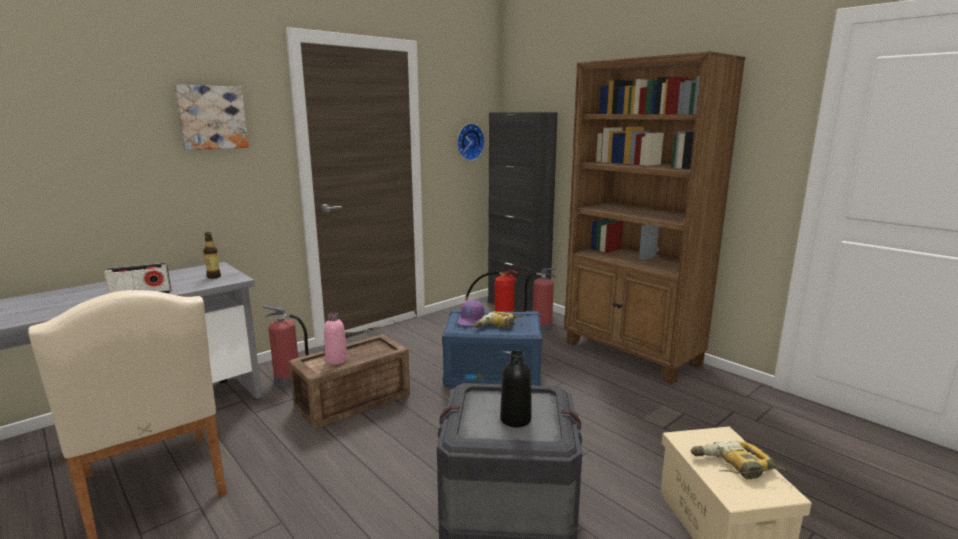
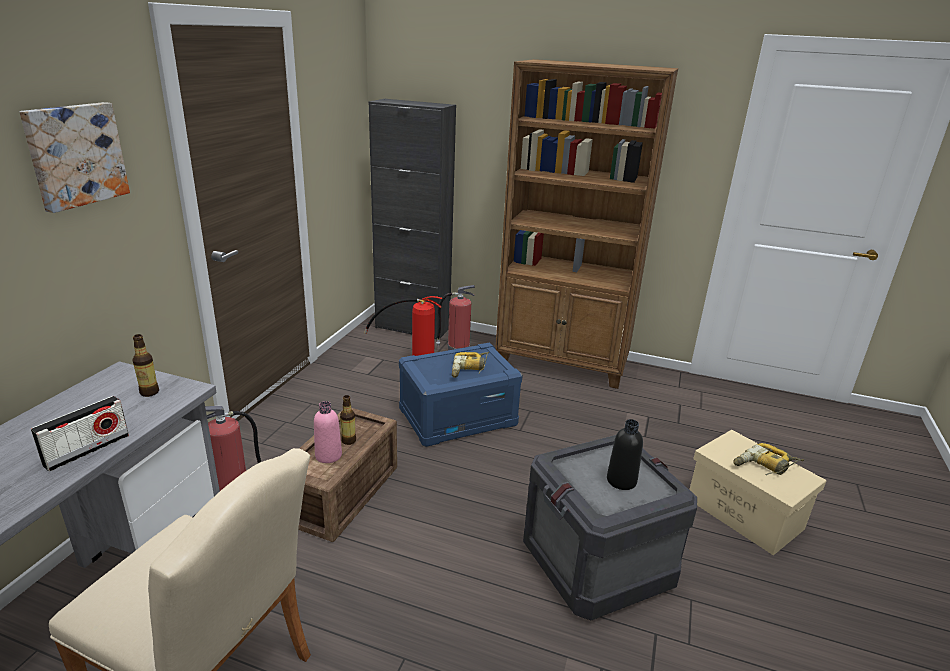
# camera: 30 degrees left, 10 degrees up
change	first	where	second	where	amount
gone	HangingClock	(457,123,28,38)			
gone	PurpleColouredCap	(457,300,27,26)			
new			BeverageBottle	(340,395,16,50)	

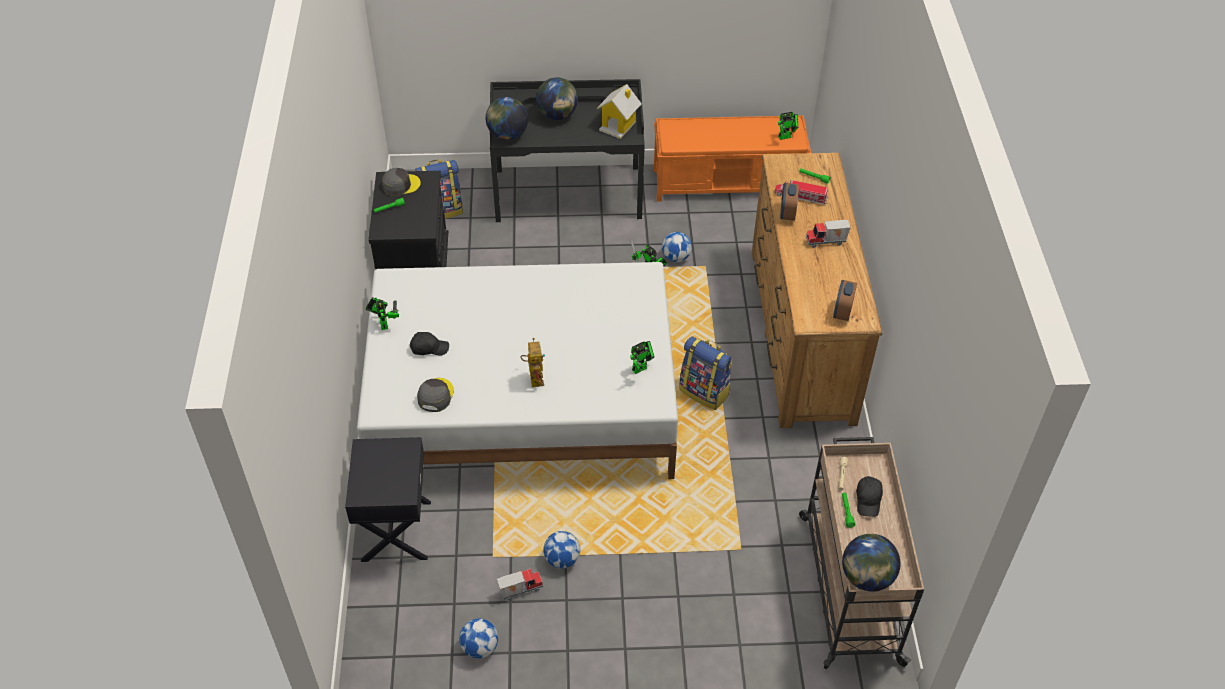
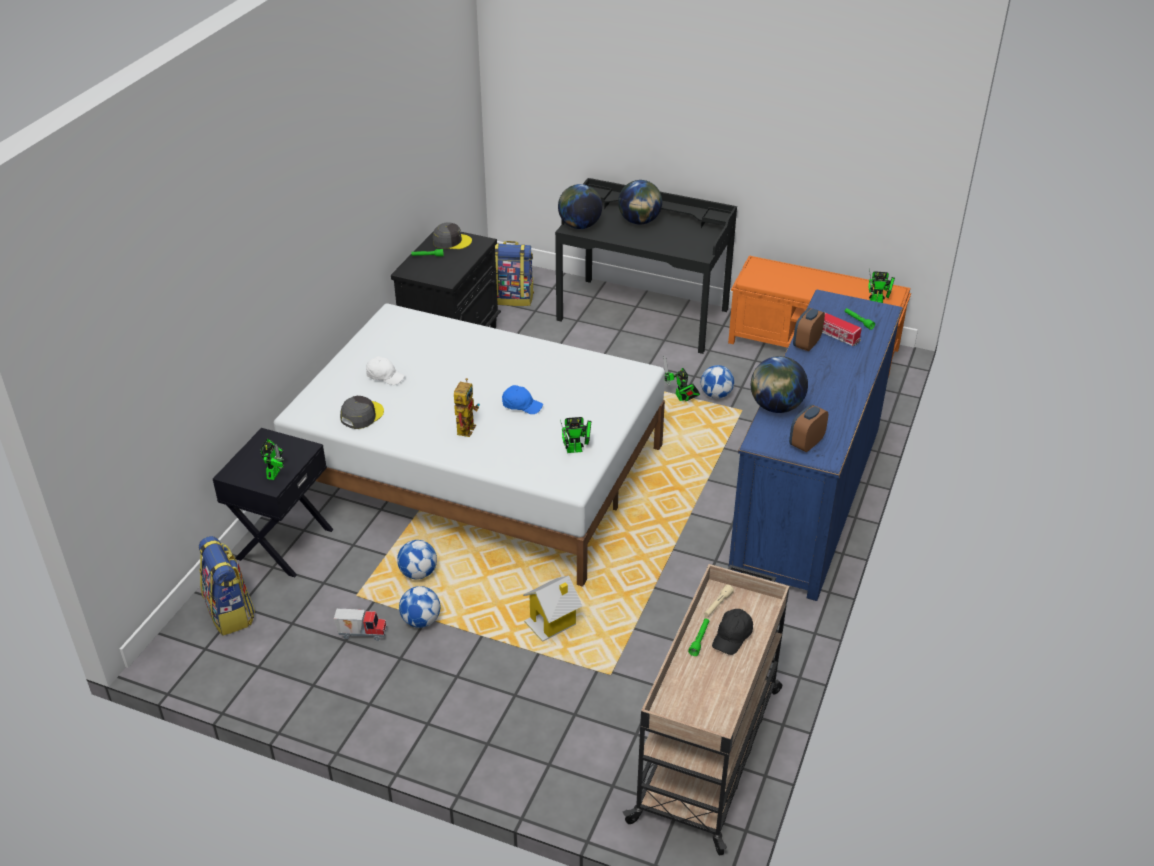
# camera: 25 degrees right, 10 degrees down
change	first	where	second	where	amount
gone	ModelTruck	(806,220,45,28)			
new			BluishCap	(502,385,41,29)	
shifted	ToyRobot	(366,297,33,33)		(260,439,24,41)	
shifted	BallForFootball	(459,619,39,39)		(397,540,40,40)	
shifted	ToyHouse	(596,84,46,55)		(523,576,59,66)	
shifted	Rucksack	(679,336,53,74)		(199,536,56,100)	
shifted	WorldGlobe	(842,534,59,58)		(751,356,57,57)	
repainted	BlackColouredCap	(410,332,39,24)	WhiteColouredCap	(366,356,39,29)	
repainted	BrownDresser	(752,153,130,275)	BluishDresser	(729,289,174,312)	

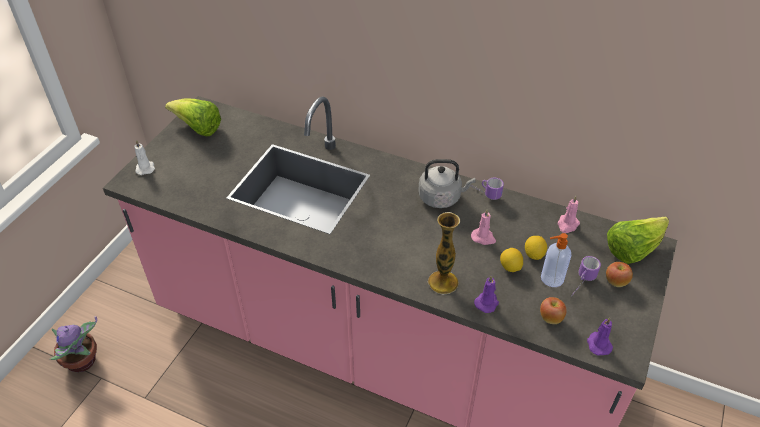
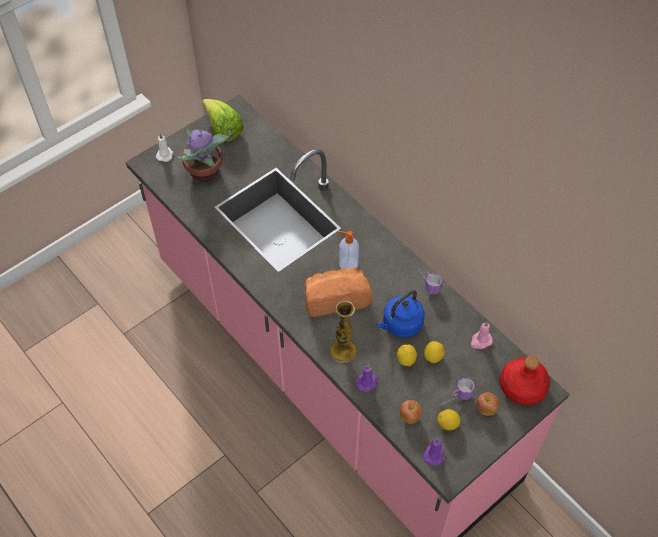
# camera: 25 degrees right, 10 degrees up
change	first	where	second	where	amount
gone	GreyishTeaKettle	(418,159,58,49)			
new			BakedBread	(305,268,68,49)	
new			WholeLemon	(437,409,23,21)	
shifted	PlantInAPot	(50,316,47,57)		(177,129,54,53)	
shifted	SoapBottle	(541,233,30,54)		(338,231,21,38)	
swapped	PinkColouredCandle	(471,209,25,36)	BluishTeaKettle	(377,290,48,48)	
swapped	LettuceHead	(607,217,62,47)	RedBeverageBottle	(500,356,50,49)	

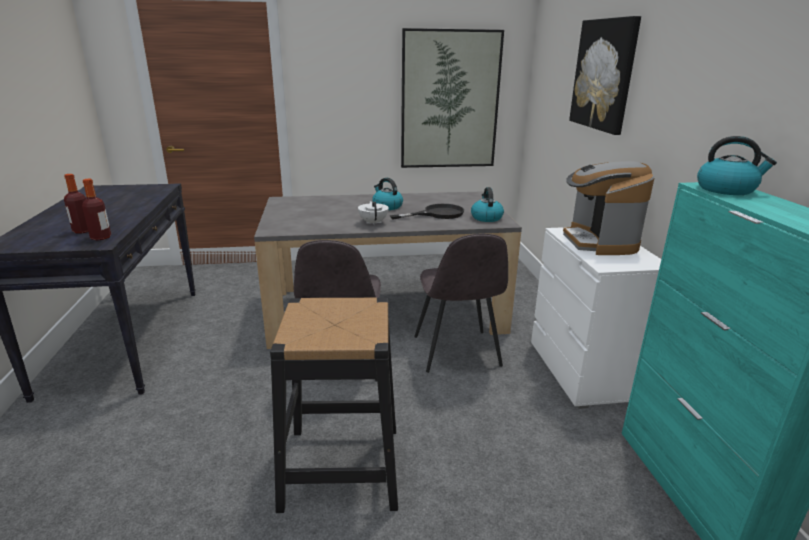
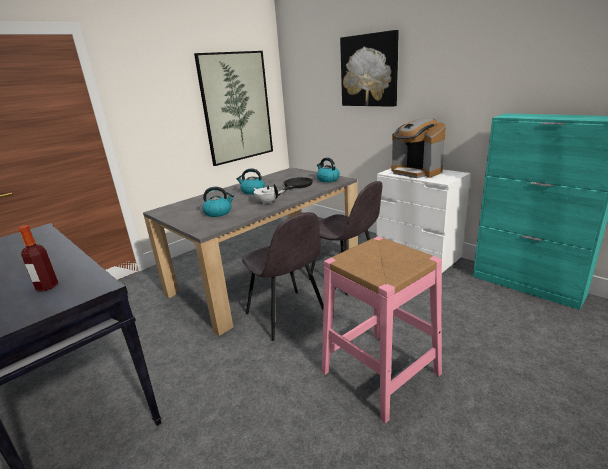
# camera: 35 degrees left, 0 degrees up
change	first	where	second	where	amount
gone	BeverageBottle	(82,179,29,61)			
shifted	TeaKettle	(697,136,80,59)		(202,187,32,30)	
repainted	BlackColouredSittingStool	(270,298,128,215)	PinkColouredSittingStool	(321,236,121,187)	

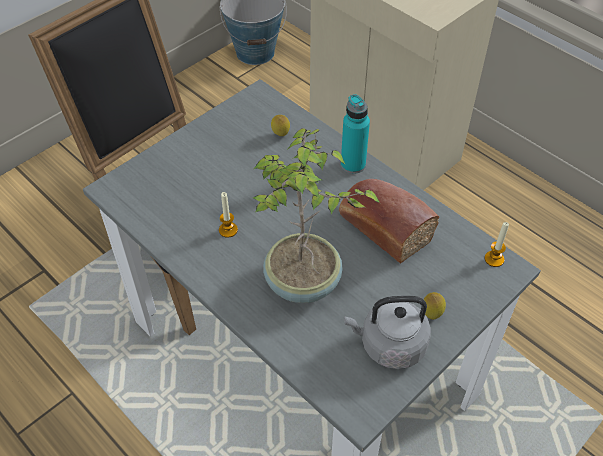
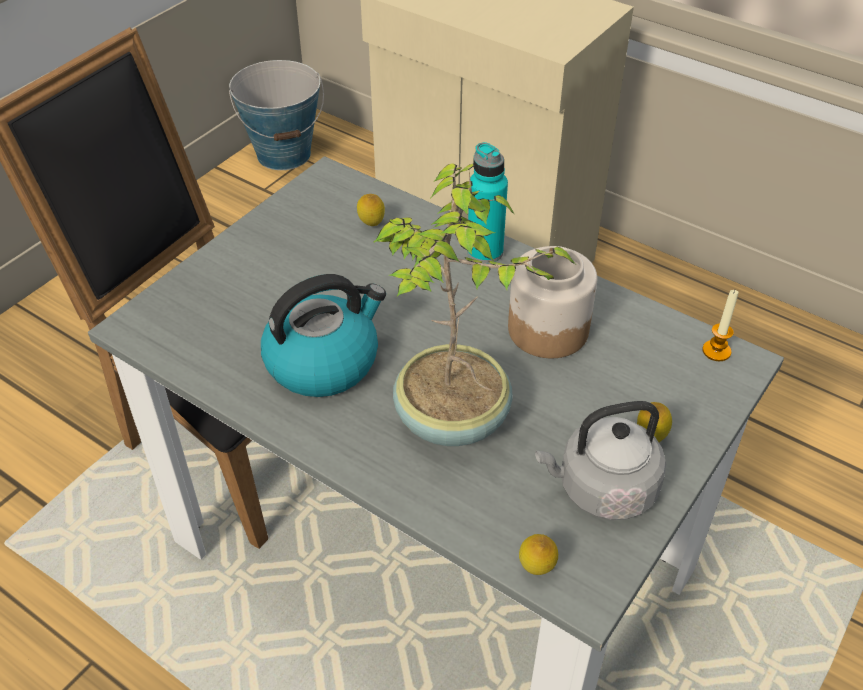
# camera: 10 degrees left, 5 degrees down
change	first	where	second	where	amount
new			WholeLemon	(519,534,39,41)	
swapped	Candle	(219,192,19,46)	TeaKettle	(261,274,125,123)	
swapped	BakedBread	(339,179,100,84)	Jar	(508,246,89,112)	

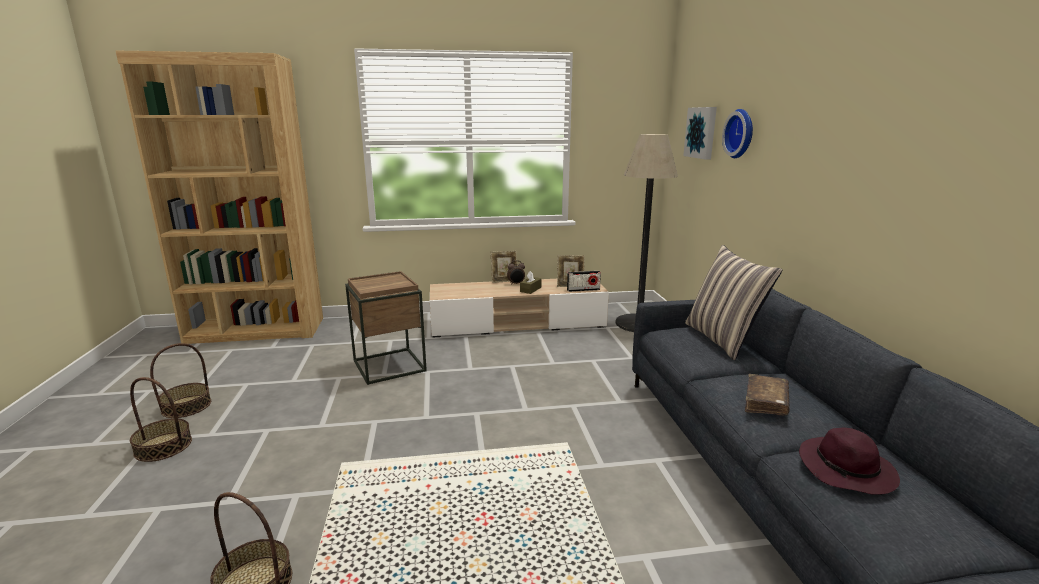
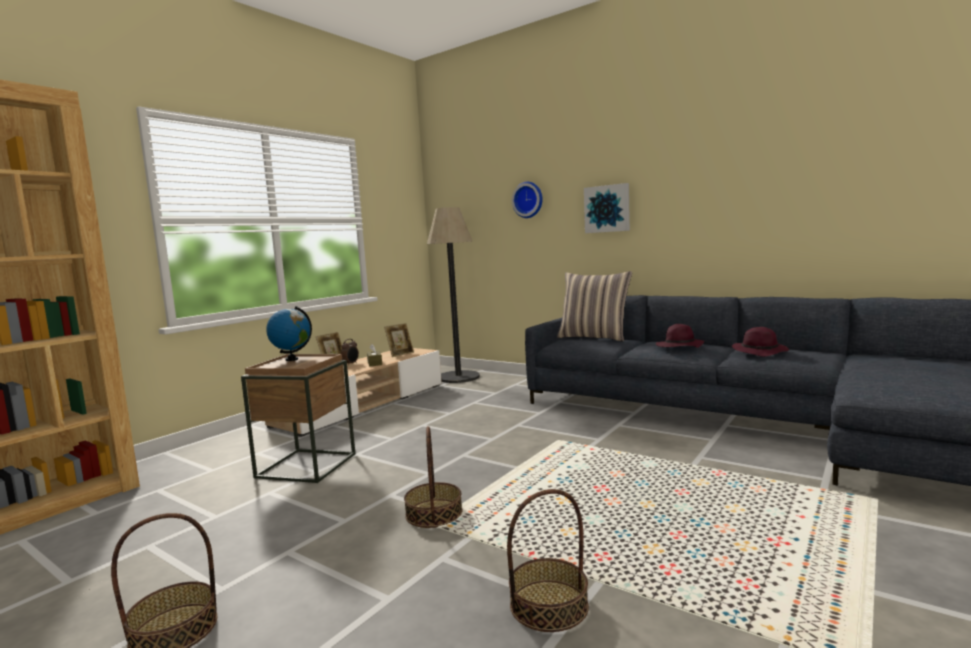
# camera: 45 degrees left, 10 degrees down
change	first	where	second	where	amount
gone	RadioSet	(567,271,34,21)			
new			WorldGlobe	(266,306,46,55)	
shifted	StorageBasket	(150,343,61,75)		(404,426,59,102)	
shifted	WallPicture	(683,107,34,53)		(584,183,46,50)	
swapped	BrownVolume	(745,374,45,41)	PurpleColouredWearableHat	(656,324,48,24)	

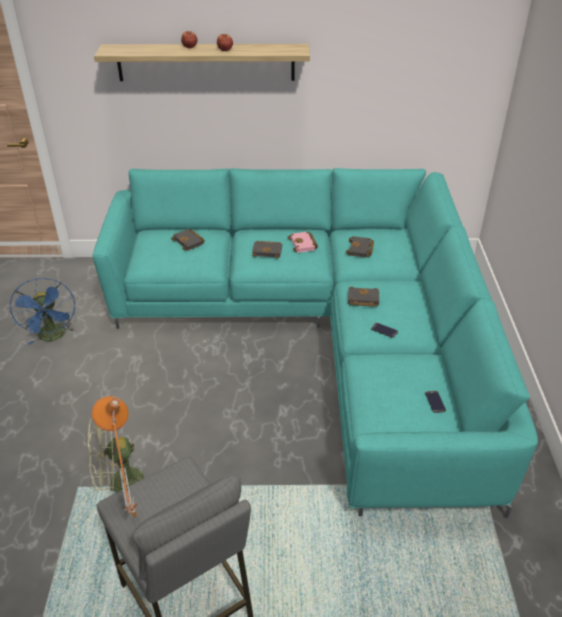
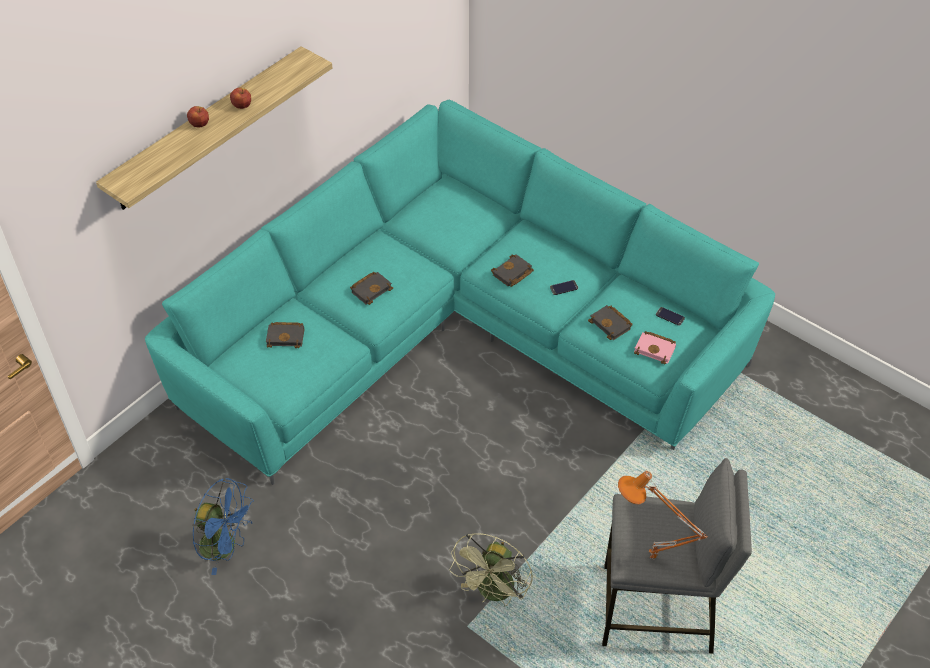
# camera: 50 degrees left, 10 degrees up
change	first	where	second	where	amount
shifted	PinkColouredVolume	(288,232,30,21)		(634,331,42,34)	
shifted	BlackColouredVolume	(346,236,28,22)		(588,305,45,35)	

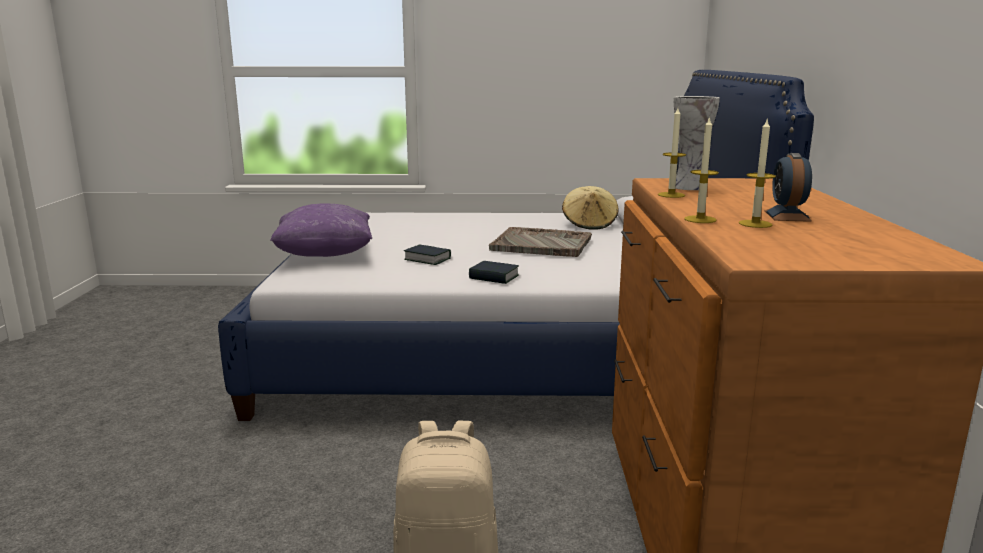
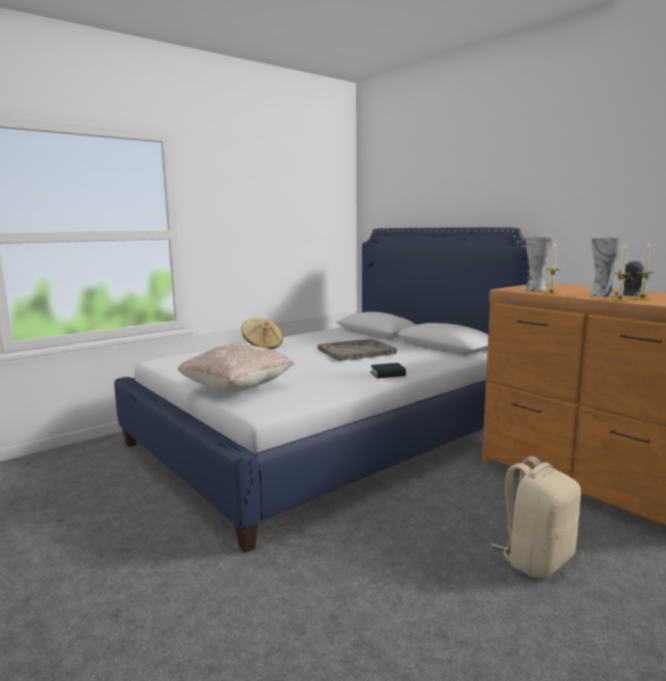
# camera: 40 degrees left, 5 degrees down
change	first	where	second	where	amount
gone	Volume	(404,245,47,20)			
new			DecorativeVase	(590,237,33,60)	
shifted	BeigeColouredWearableHat	(562,186,56,44)		(242,317,41,32)	
repainted	PurpleColouredThrowPillow	(270,203,102,54)	BeigeColouredThrowPillow	(178,343,117,49)	

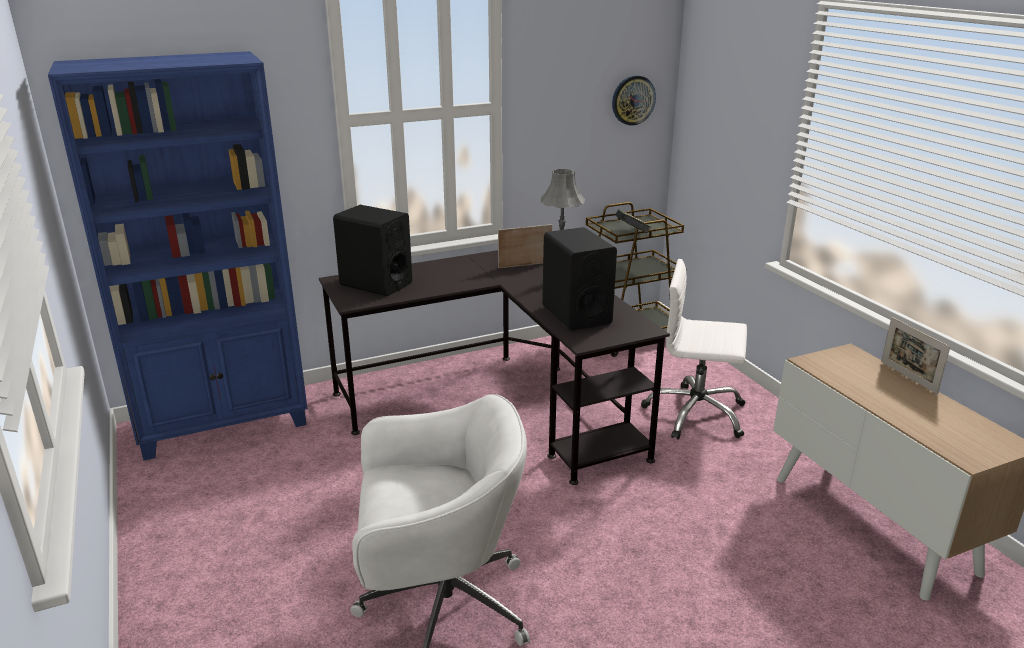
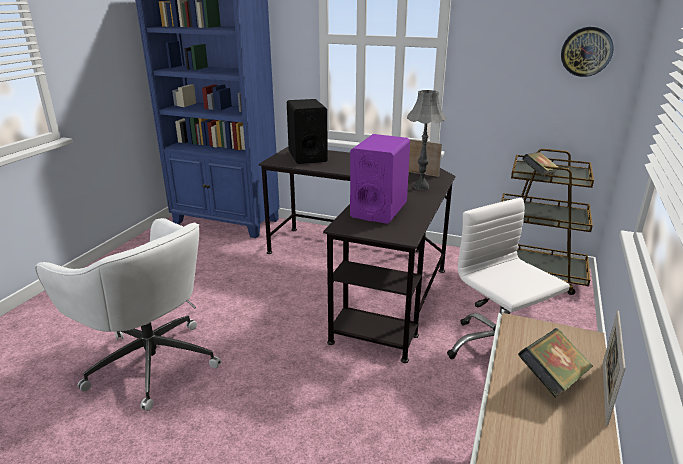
# camera: 45 degrees right, 0 degrees up
change	first	where	second	where	amount
new			Volume	(518,328,75,69)	
repainted	BlackColouredLoudspeaker	(542,227,75,104)	PurpleColouredLoudspeaker	(350,134,60,90)	

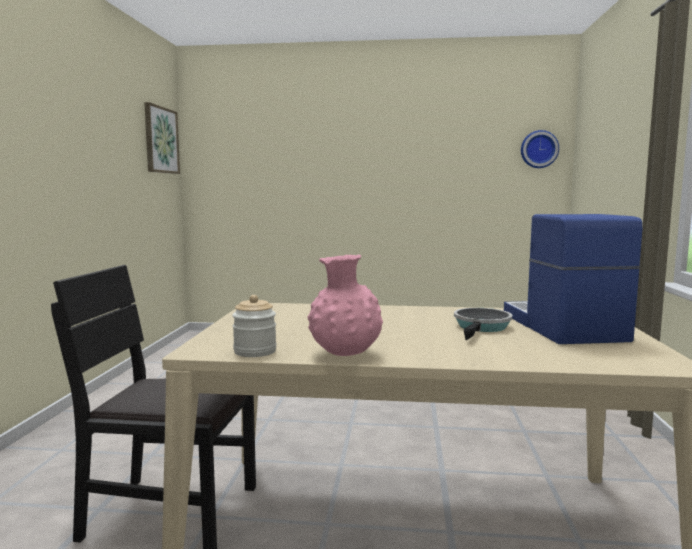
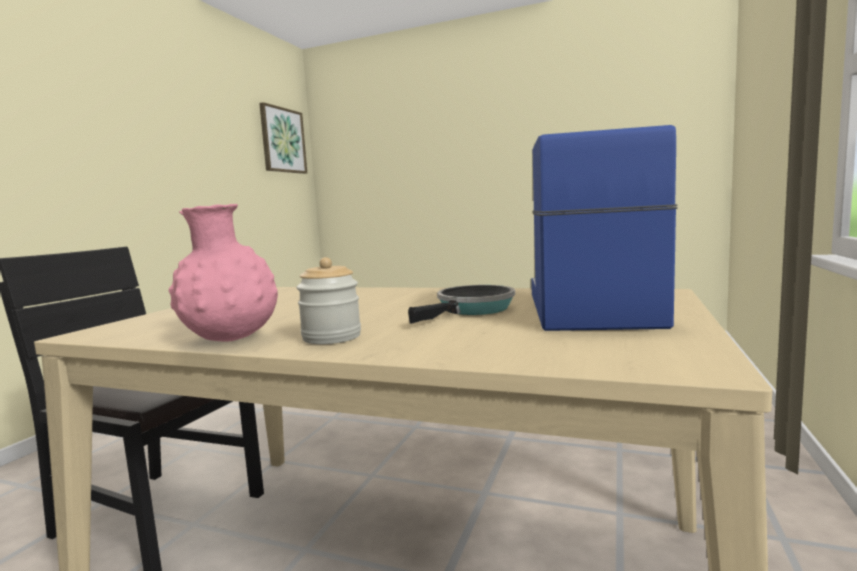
# camera: 15 degrees right, 0 degrees up
change	first	where	second	where	amount
gone	HangingClock	(521,130,38,38)			
shifted	Jar	(232,295,44,62)		(297,257,64,87)	

